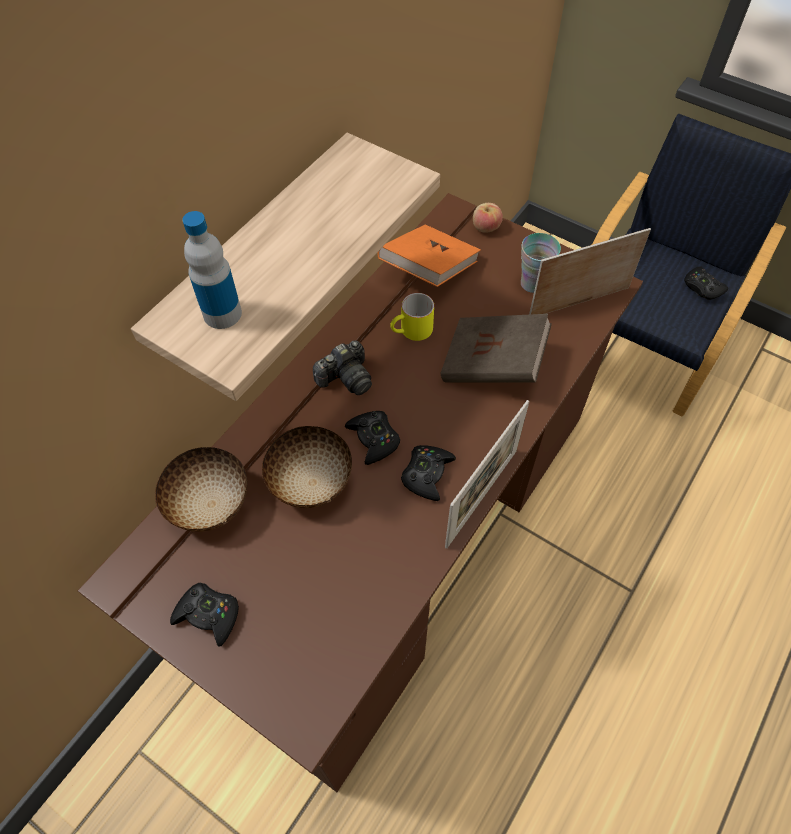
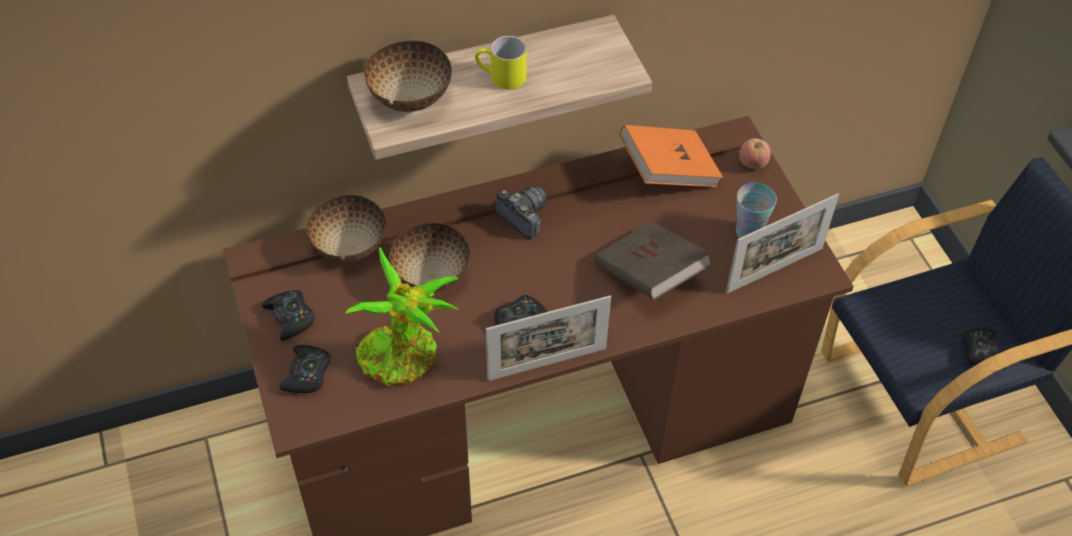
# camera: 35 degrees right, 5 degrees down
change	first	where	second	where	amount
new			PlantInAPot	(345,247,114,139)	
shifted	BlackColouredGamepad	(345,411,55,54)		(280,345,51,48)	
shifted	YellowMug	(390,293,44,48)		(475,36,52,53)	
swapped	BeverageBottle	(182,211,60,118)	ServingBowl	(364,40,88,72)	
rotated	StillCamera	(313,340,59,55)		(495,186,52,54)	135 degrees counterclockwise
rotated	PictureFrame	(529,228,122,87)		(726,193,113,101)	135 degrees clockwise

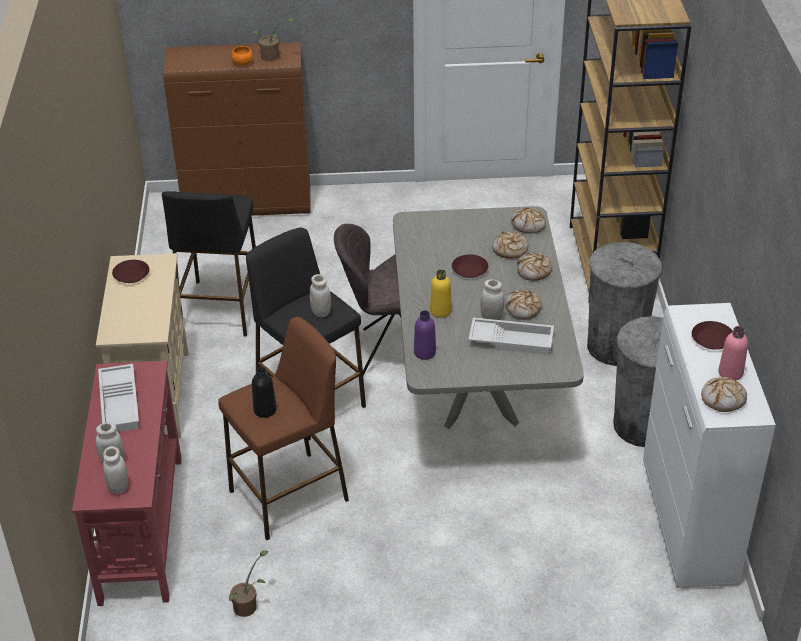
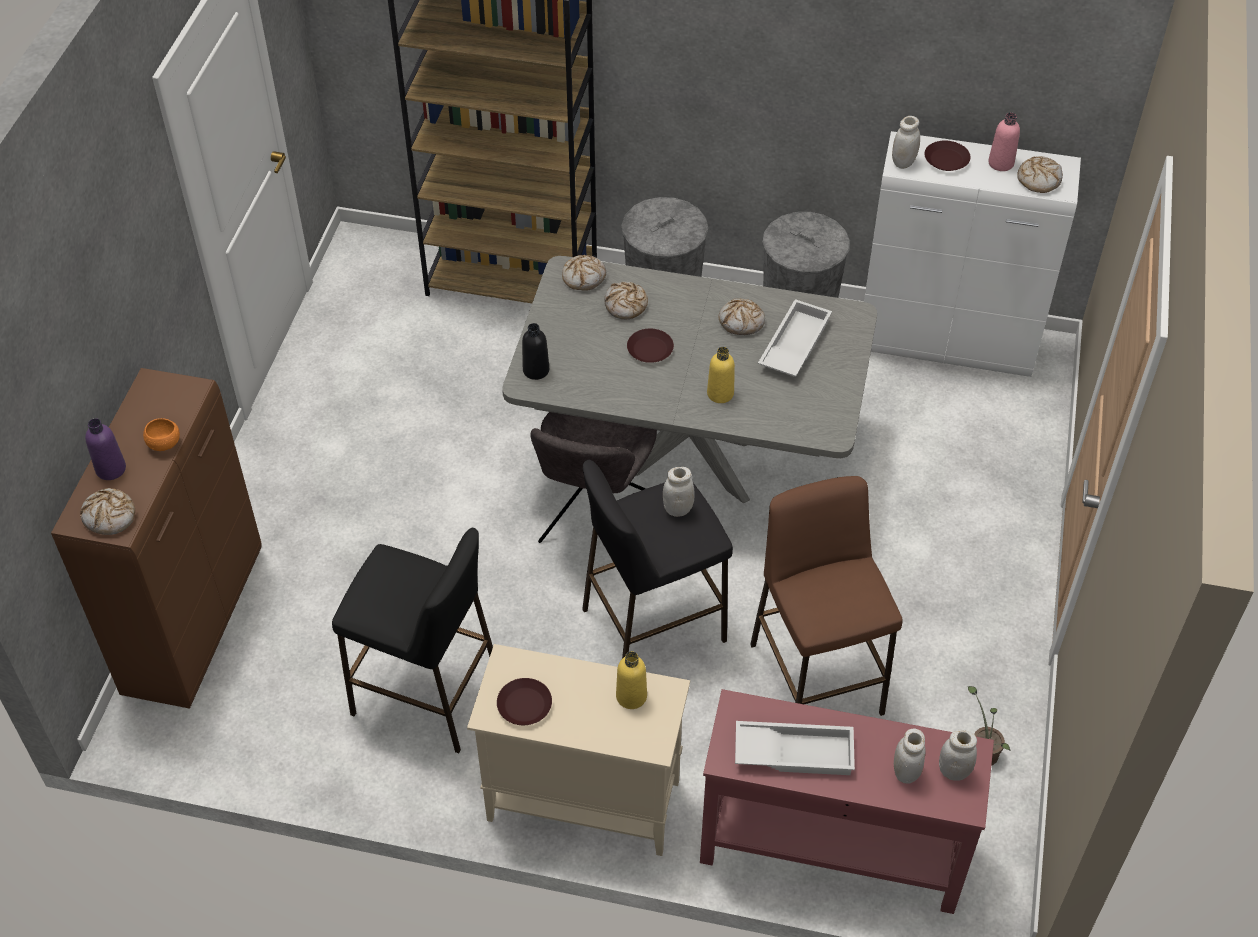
# camera: 75 degrees left, 10 degrees up
change	first	where	second	where	amount
gone	PlantInAPot	(253,18,41,43)			
new			YellowBeverageBottle	(616,651,31,58)	
shifted	BlackColouredBeverageBottle	(252,367,25,51)		(522,323,27,57)	
shifted	PurpleColouredBeverageBottle	(414,310,22,50)		(85,418,41,62)	
shifted	WhiteColouredJar	(480,279,24,41)		(892,116,28,53)	
shifted	BakedBread	(517,252,35,29)		(80,488,55,47)	

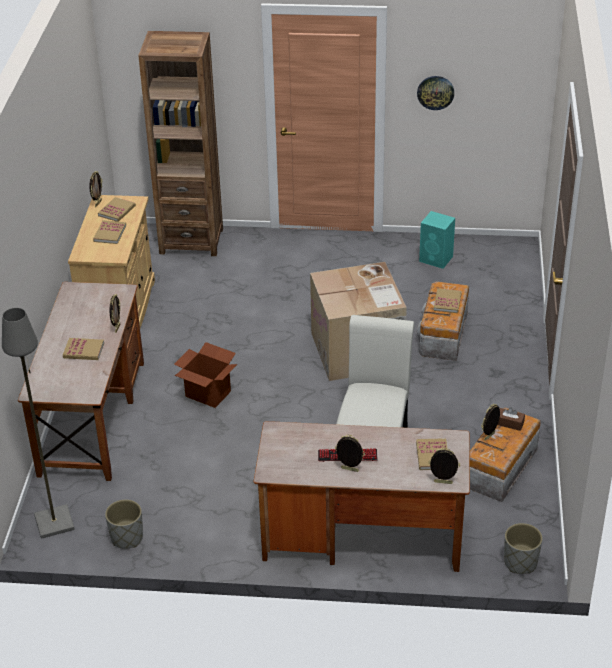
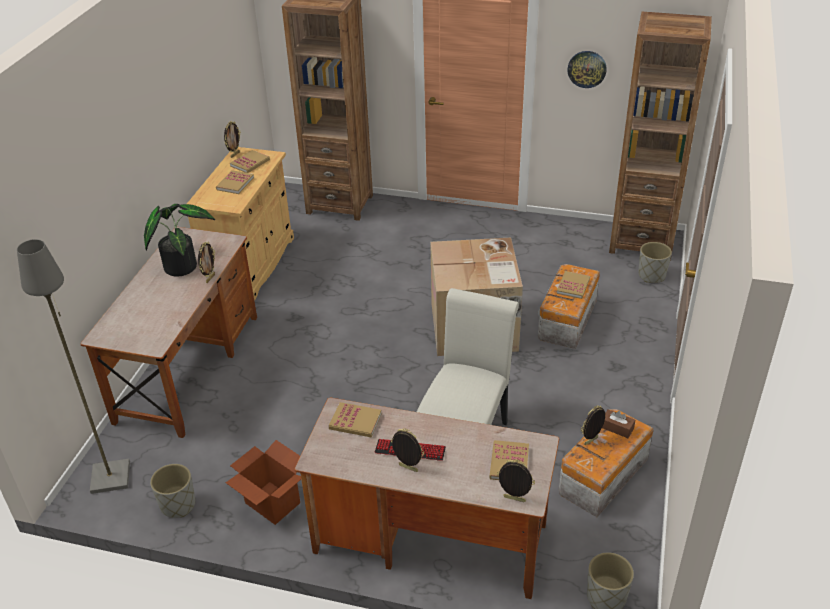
# camera: 10 degrees right, 0 degrees up
change	first	where	second	where	amount
gone	TurquoiseColouredLoudspeaker	(419,211,36,58)			
new			PlantInAPot	(144,204,71,73)	
new			BrownBookshelf	(609,12,103,249)	
new			GreyishPlantPot	(638,242,34,41)	
shifted	Volume	(63,338,41,22)		(329,402,53,35)	
shifted	PackingBox	(174,342,63,66)		(225,440,76,85)	

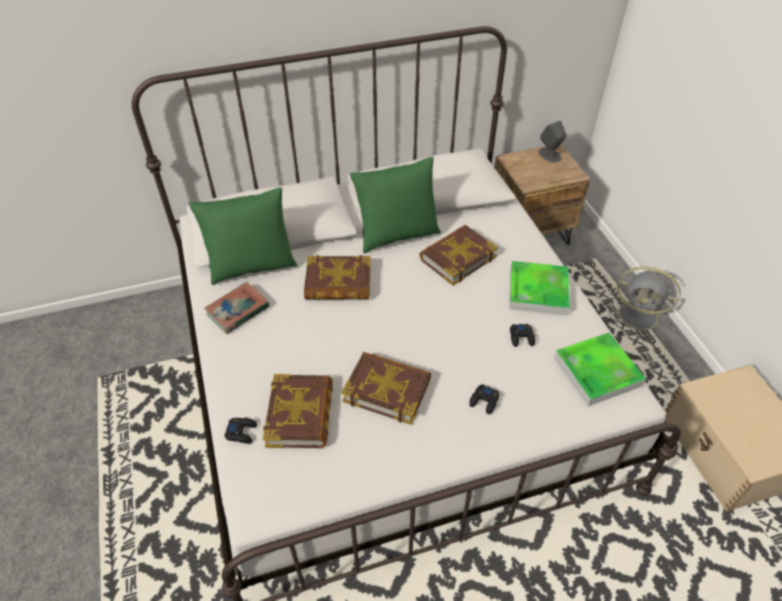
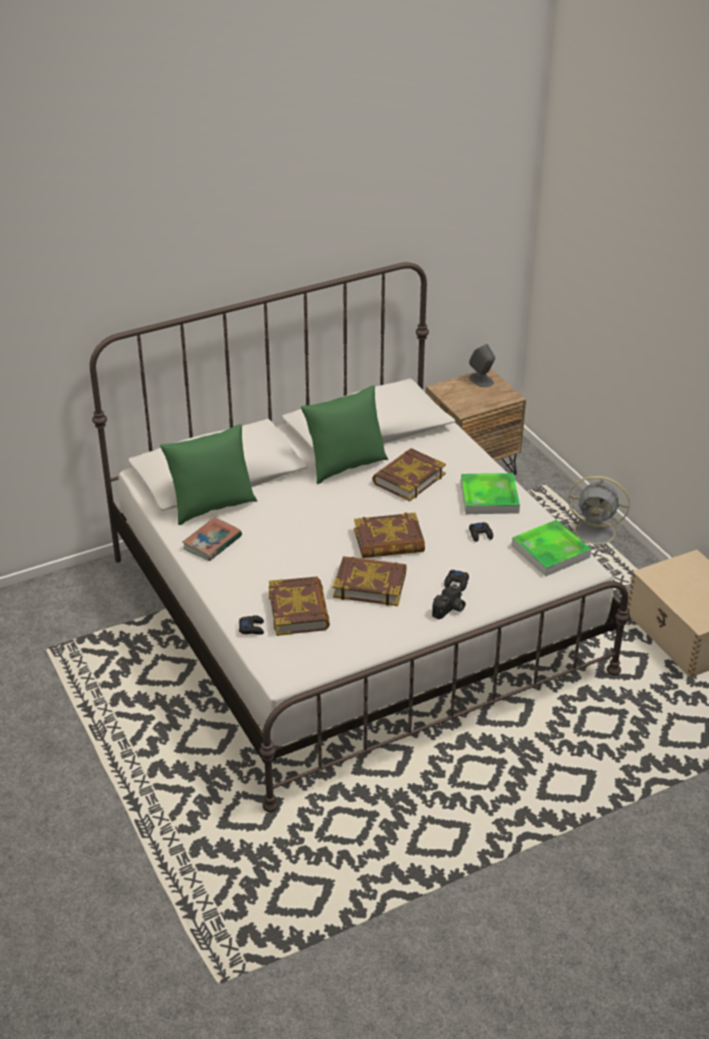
# camera: 10 degrees left, 10 degrees down
change	first	where	second	where	amount
new			StillCamera	(432,585,34,34)	
shifted	Volume	(304,255,67,45)		(354,512,71,46)	

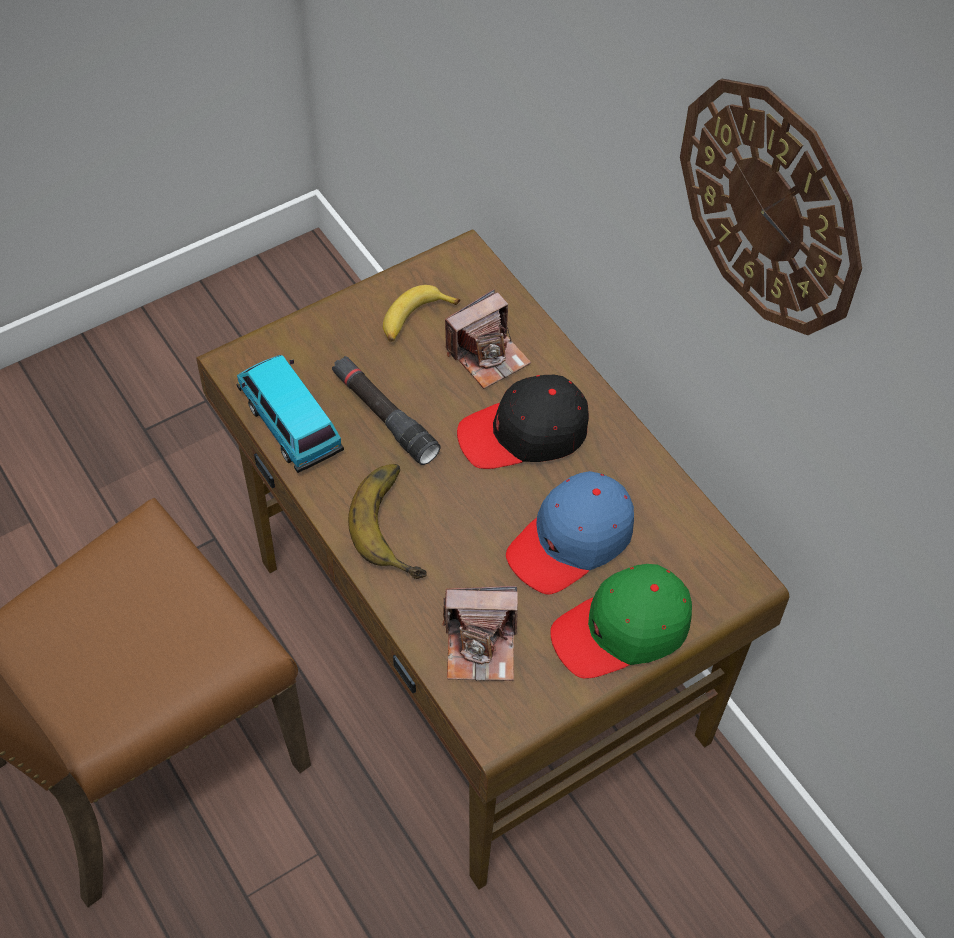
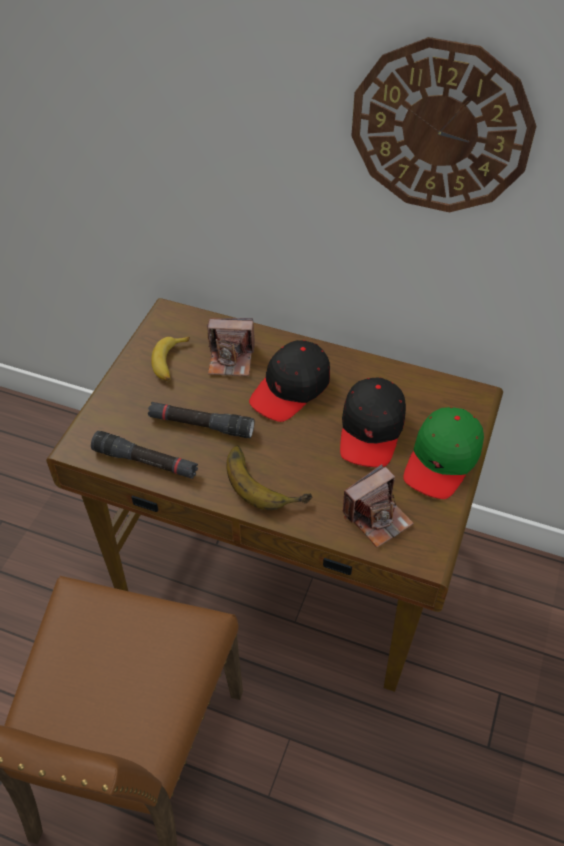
# camera: 35 degrees left, 5 degrees down
change	first	where	second	where	amount
swapped	ToyCar	(237,355,107,118)	BlackColouredTorch	(91,431,107,48)	
repainted	BluishCap	(506,471,128,123)	BlackColouredCap	(340,377,66,90)	
rotated	StillCamera	(445,289,86,100)		(207,318,48,58)	75 degrees clockwise

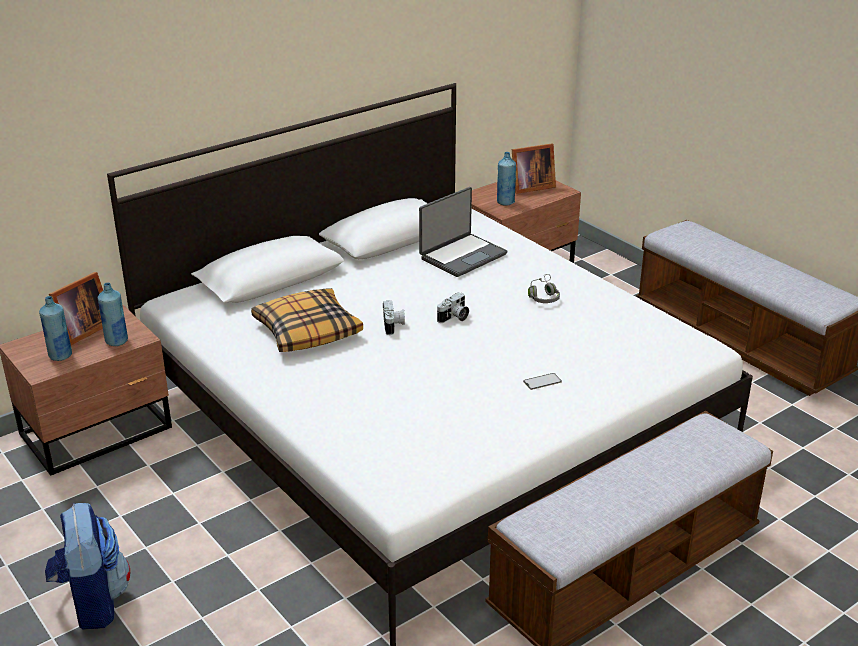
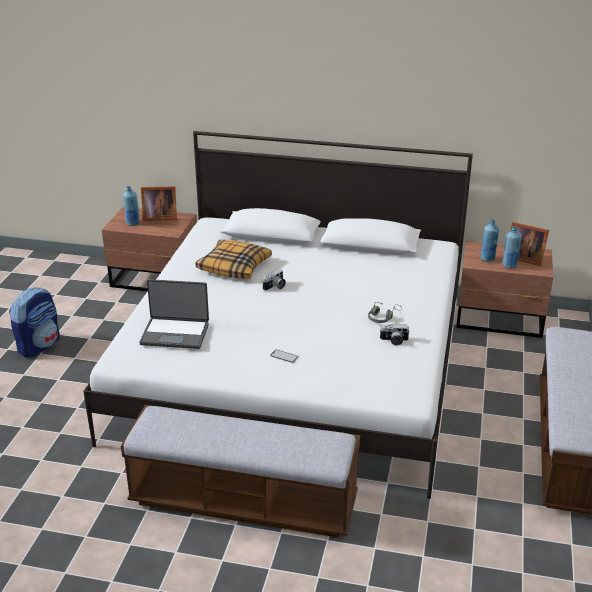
# camera: 50 degrees right, 0 degrees up
change	first	where	second	where	amount
shifted	BluishBeverageBottle	(98,282,30,64)		(502,226,19,43)	
shifted	Laptop	(419,187,88,90)		(139,279,70,70)	
shifted	StillCamera	(437,292,32,31)		(379,324,31,22)	

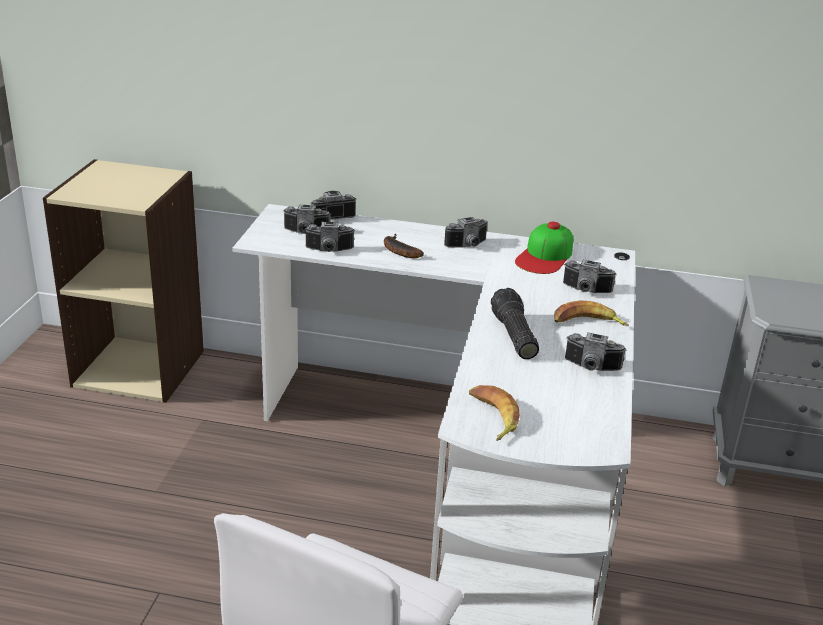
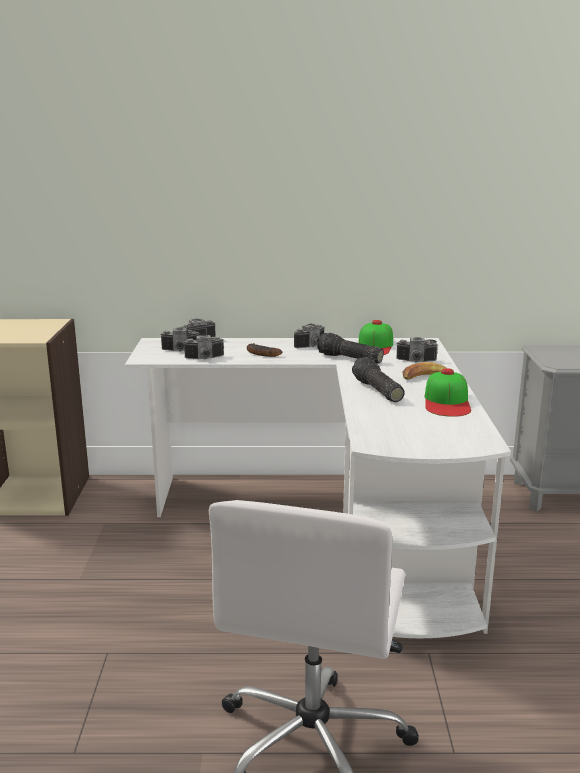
# camera: 10 degrees left, 10 degrees down
change	first	where	second	where	amount
gone	Banana	(469,385,51,56)			
new			Torch	(317,333,67,31)	
swapped	StillCamera	(565,332,61,39)	Cap	(425,368,46,49)	

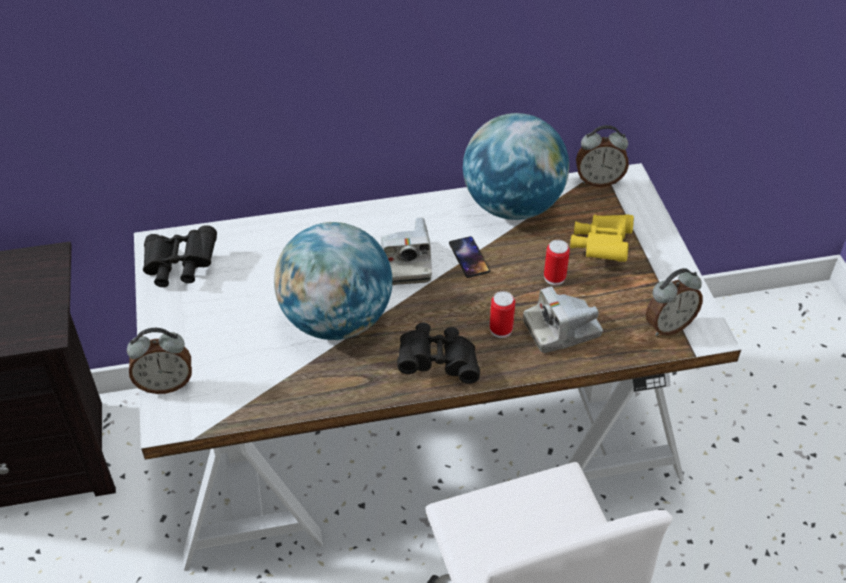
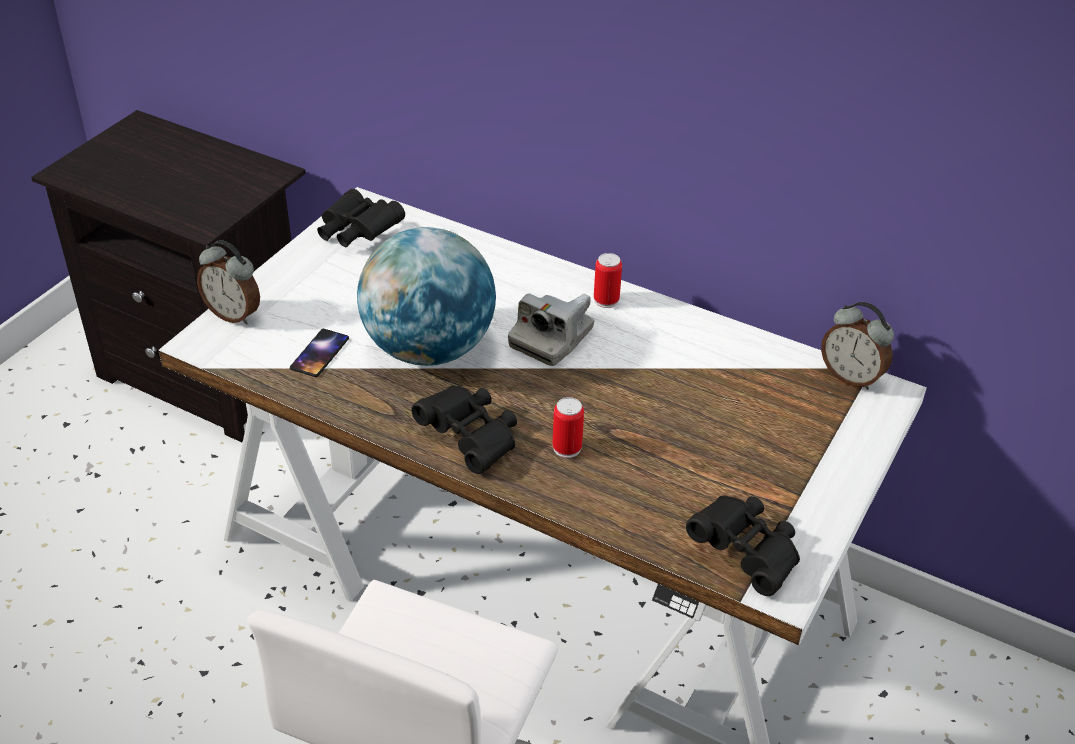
# camera: 40 degrees right, 5 degrees down
change	first	where	second	where	amount
gone	WorldGlobe	(463,113,106,107)			
gone	StillCamera	(523,286,80,67)			
gone	YellowFieldGlasses	(570,214,64,48)			
shifted	Handset	(449,236,41,42)		(290,329,59,48)	
shifted	SealedCan	(544,240,26,45)		(594,253,28,55)	
swapped	BedsideClock	(646,268,57,68)	BlackColouredFieldGlasses	(686,496,114,100)	

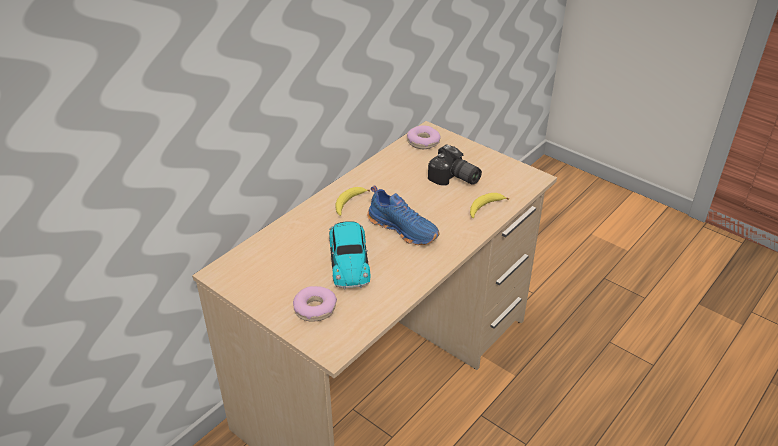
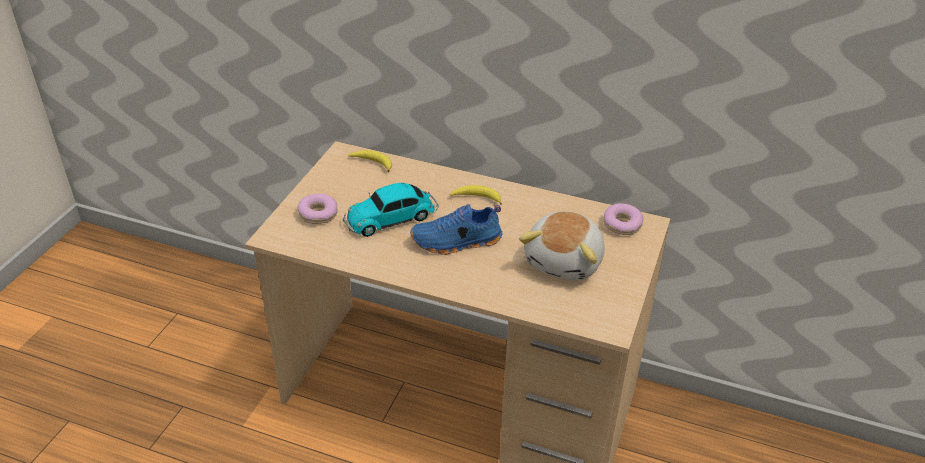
# camera: 70 degrees right, 0 degrees up
change	first	where	second	where	amount
shifted	Banana	(470,193,39,25)		(348,150,44,23)	
swapped	StillCamera	(428,144,54,41)	PlushToy	(519,211,86,70)	
rotated	BluishShoe	(367,185,72,60)		(410,204,92,51)	60 degrees clockwise

